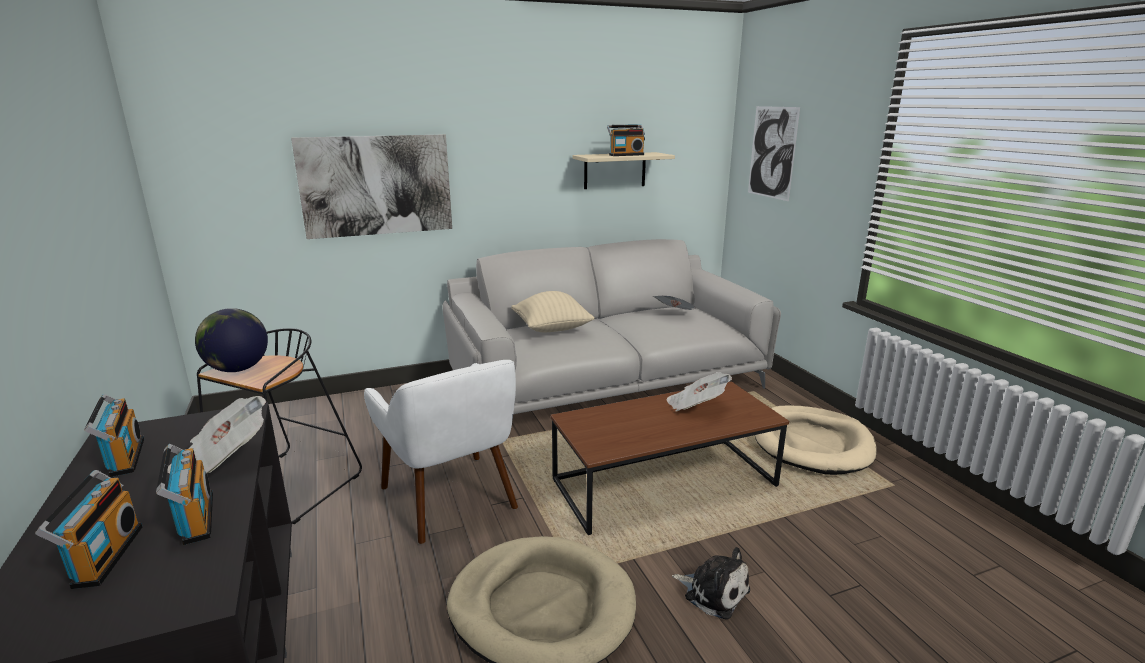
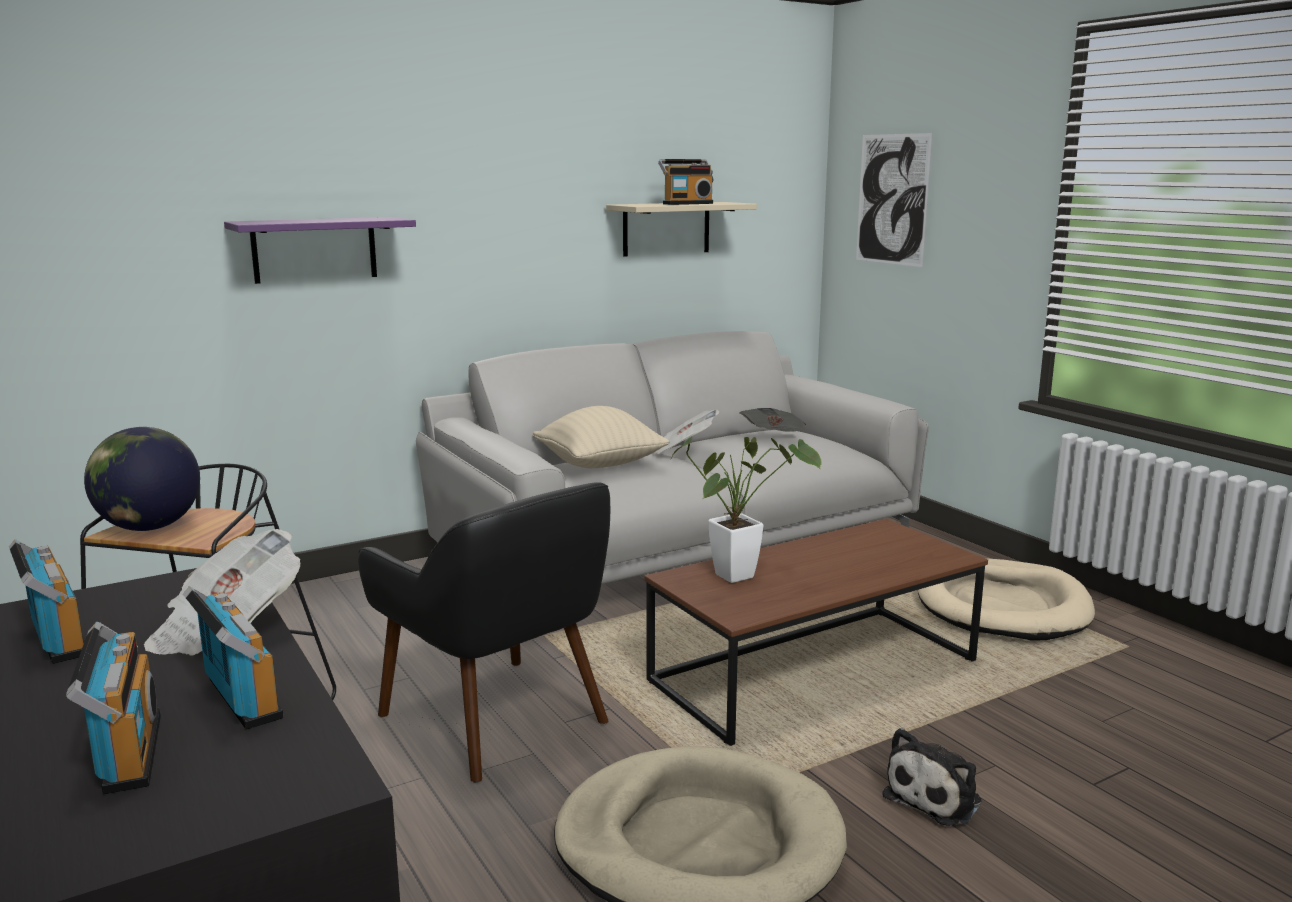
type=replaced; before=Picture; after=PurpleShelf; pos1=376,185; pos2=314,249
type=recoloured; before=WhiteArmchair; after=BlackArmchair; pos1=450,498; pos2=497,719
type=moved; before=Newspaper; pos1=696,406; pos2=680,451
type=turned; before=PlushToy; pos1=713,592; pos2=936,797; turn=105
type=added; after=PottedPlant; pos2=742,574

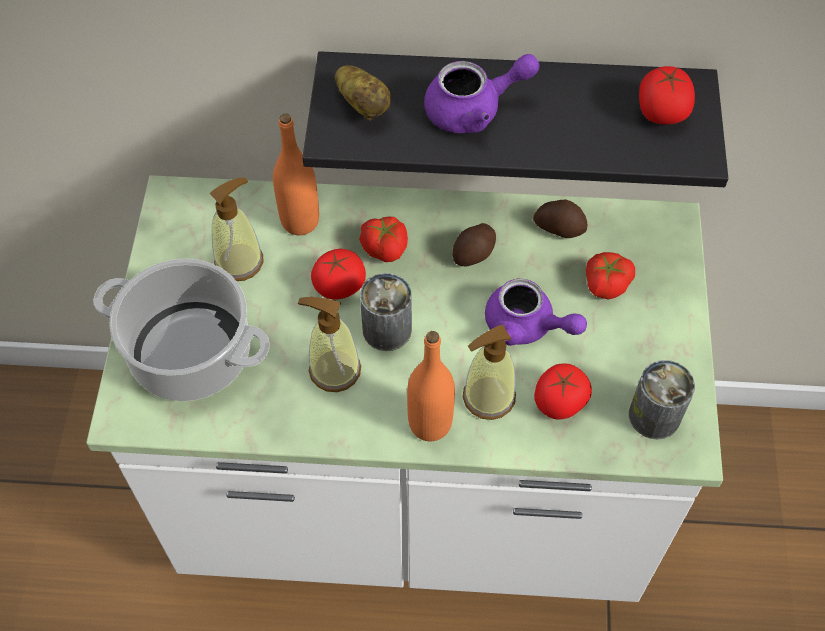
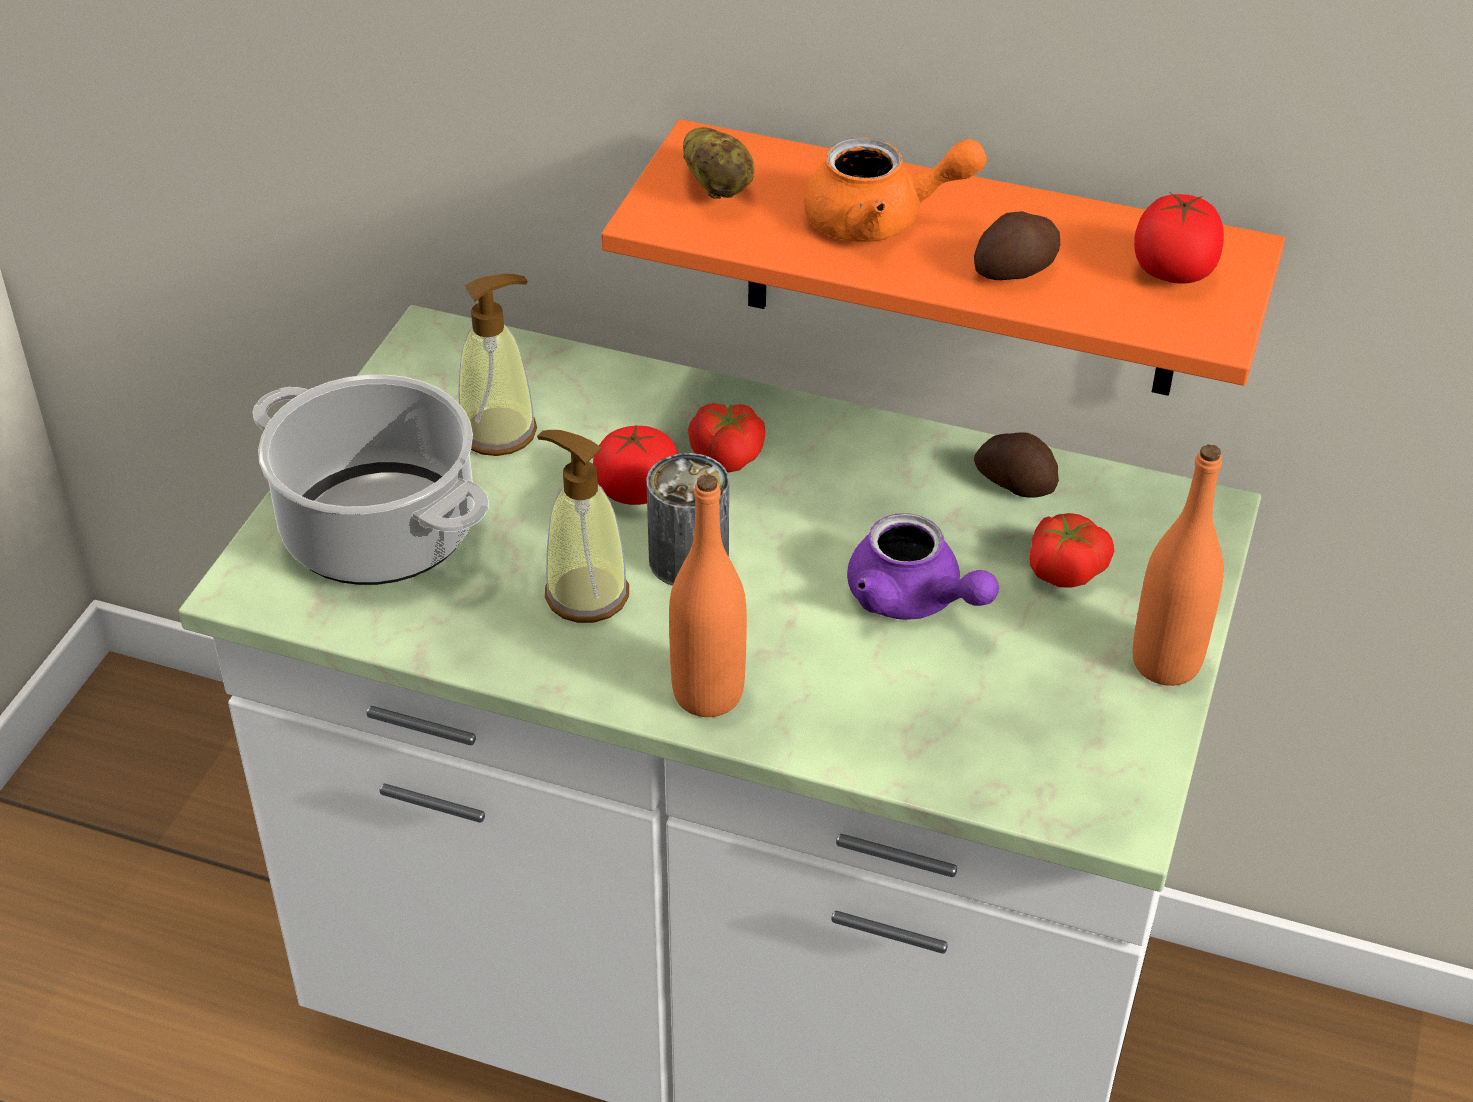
type=recoloured; before=BlackShelf; after=OrangeShelf; pos1=511,106; pos2=963,263
type=recoloured; before=PurpleTeapot; after=OrangeTeapot; pos1=474,110; pos2=881,220
type=moved; before=OrangeBottle; pos1=300,221; pos2=1166,663
type=moved; before=Potato; pos1=475,253; pos2=1017,271
type=removed; before=SoapDispenser; pos1=488,397
type=removed; before=Can; pos1=654,416
type=removed; before=Tomato; pos1=559,402

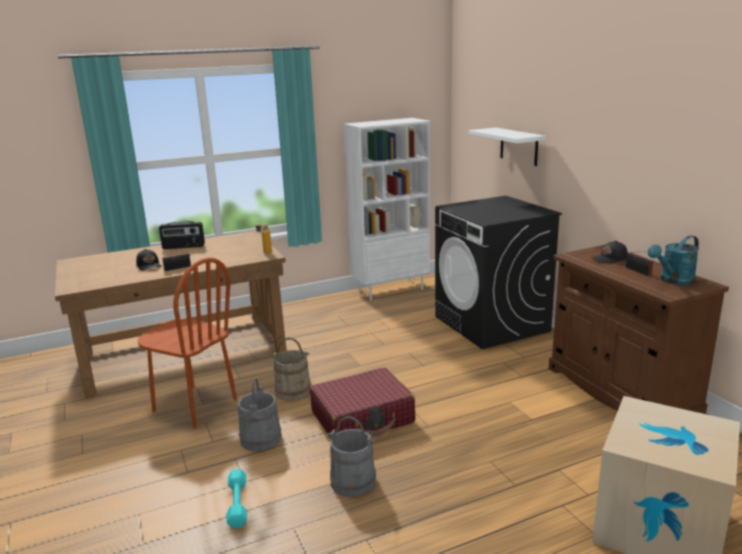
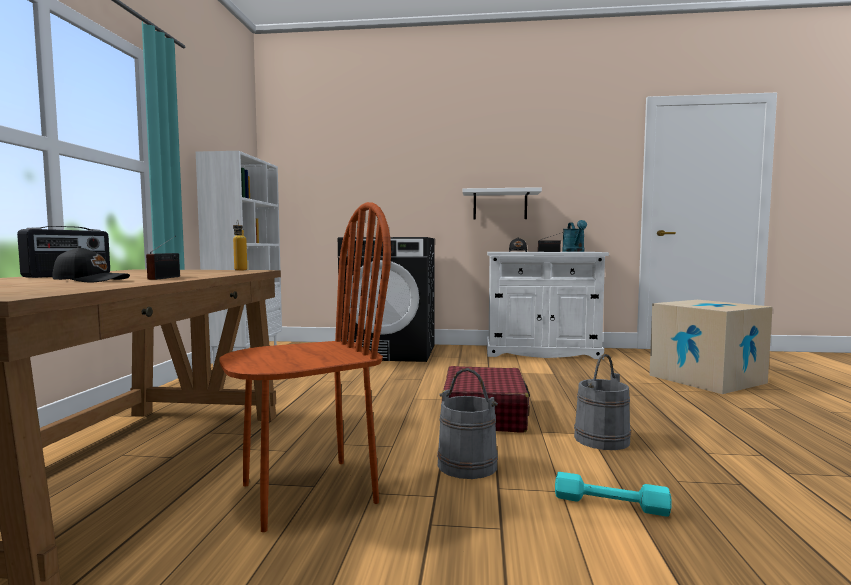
type=moved; before=WhiteShelf; pos1=519,146; pos2=500,205
type=recoloured; before=BrownCabinet; after=WhiteCabinet; pos1=620,391; pos2=541,352
type=removed; before=BeigeBucket; pos1=293,391

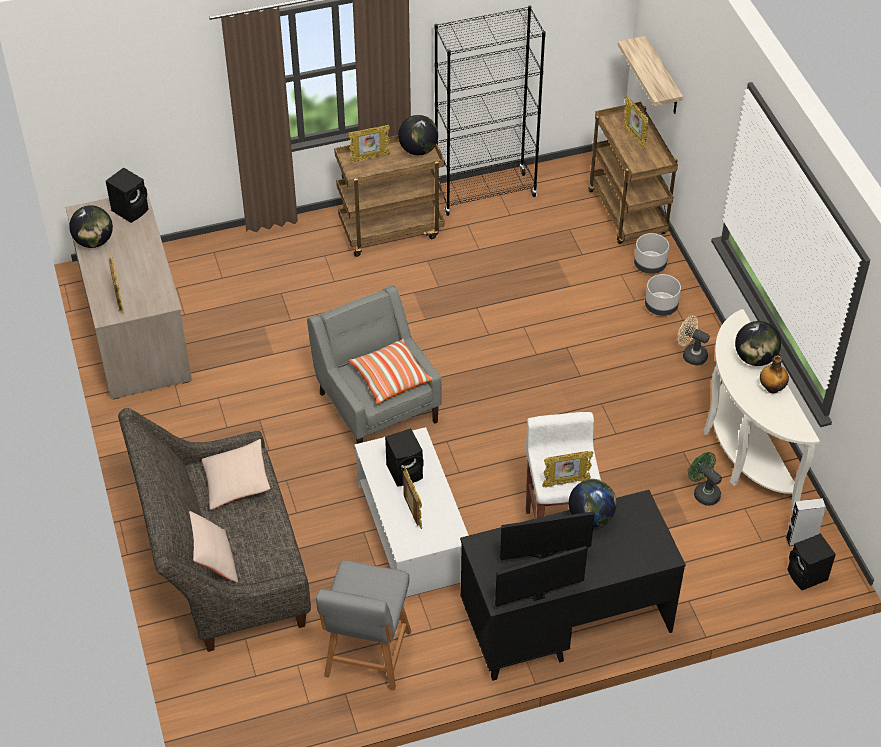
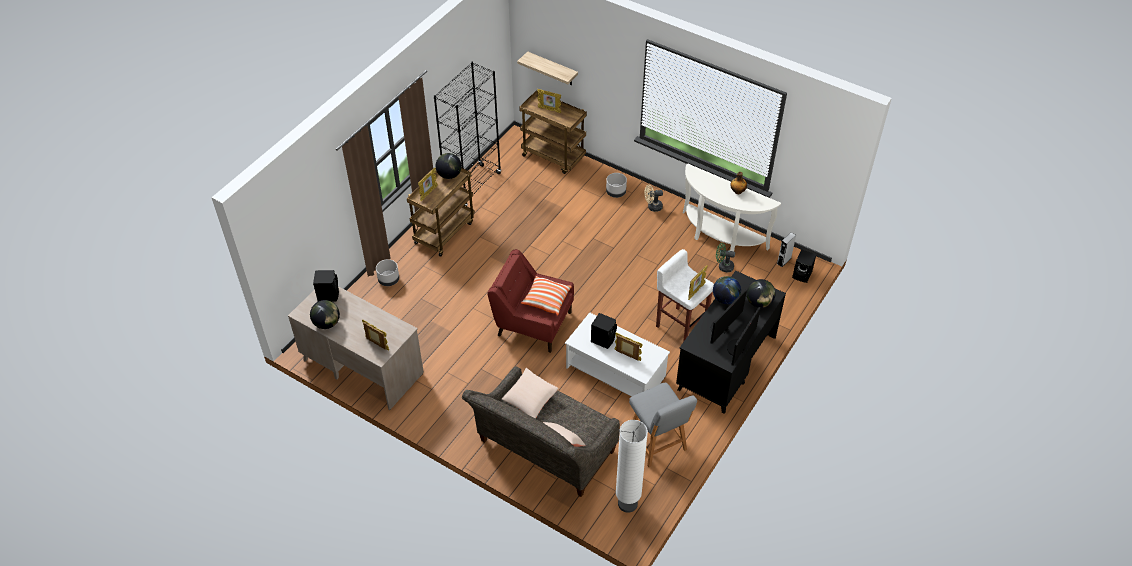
type=moved; before=GreyPlanter; pos1=649,265; pos2=388,280
type=recoloured; before=GreyArmchair; after=RedArmchair; pos1=377,405; pos2=533,323
type=moved; before=Globe; pos1=755,358; pos2=759,302
type=added; after=WhiteFloorLamp; pos2=627,504

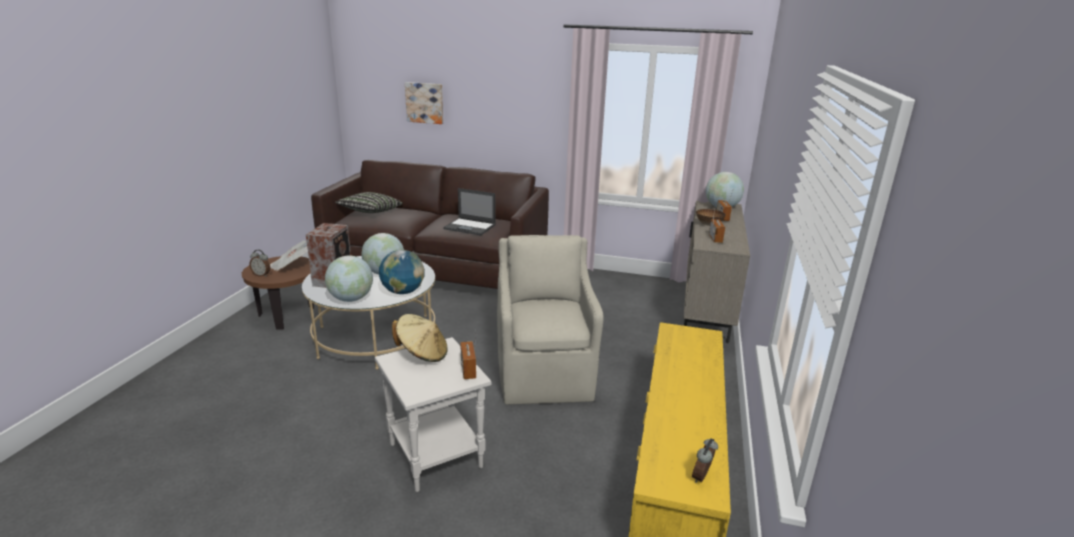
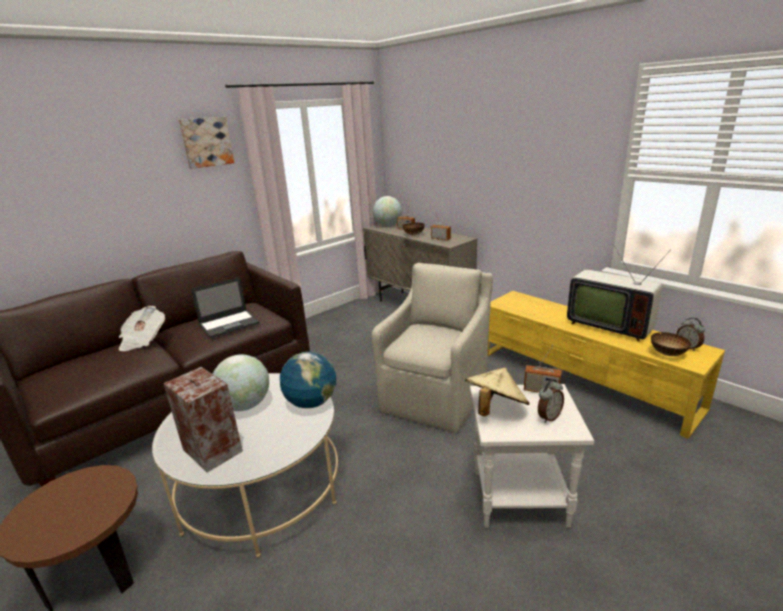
type=moved; before=Picture; pos1=425,102; pos2=206,142
type=removed; before=Pillow; pos1=370,212
type=turned; before=BeigeArmchair; pos1=544,374; pos2=436,396; turn=90
type=moved; before=Newspaper; pos1=291,266; pos2=143,340
type=moved; before=AlarmClock; pos1=262,275; pos2=548,417
type=removed; before=Globe; pos1=351,299
type=added; after=Television; pos2=609,325
type=added; after=Bowl; pos2=668,354

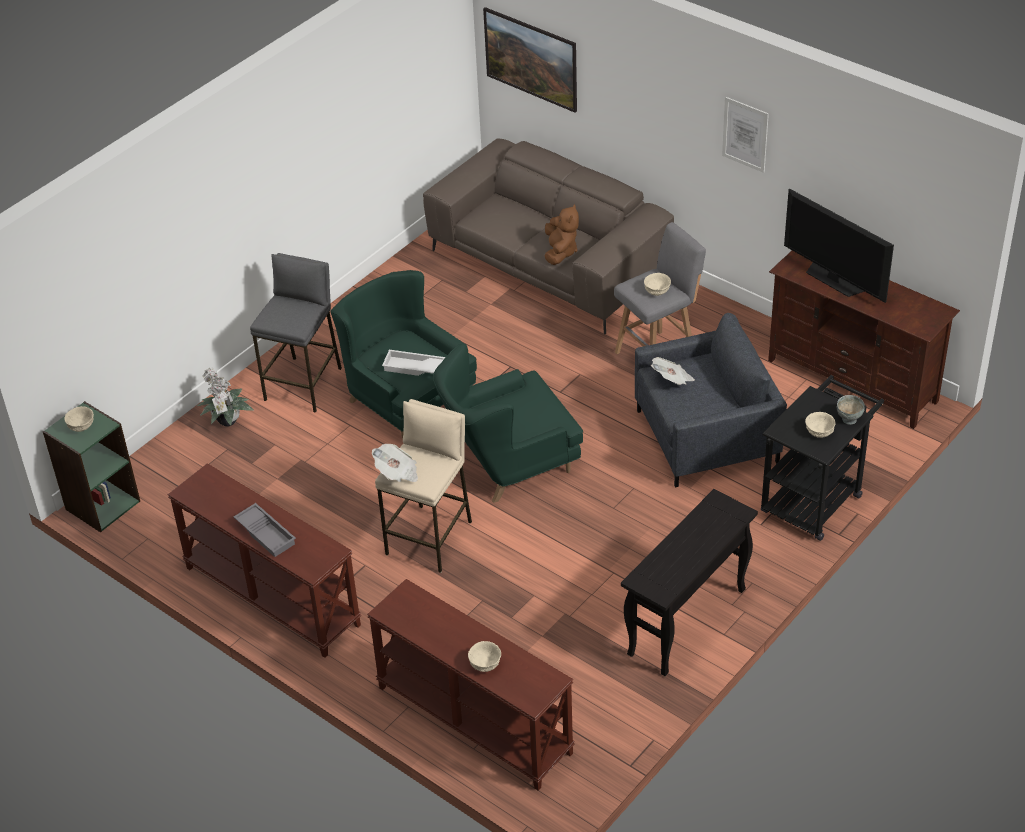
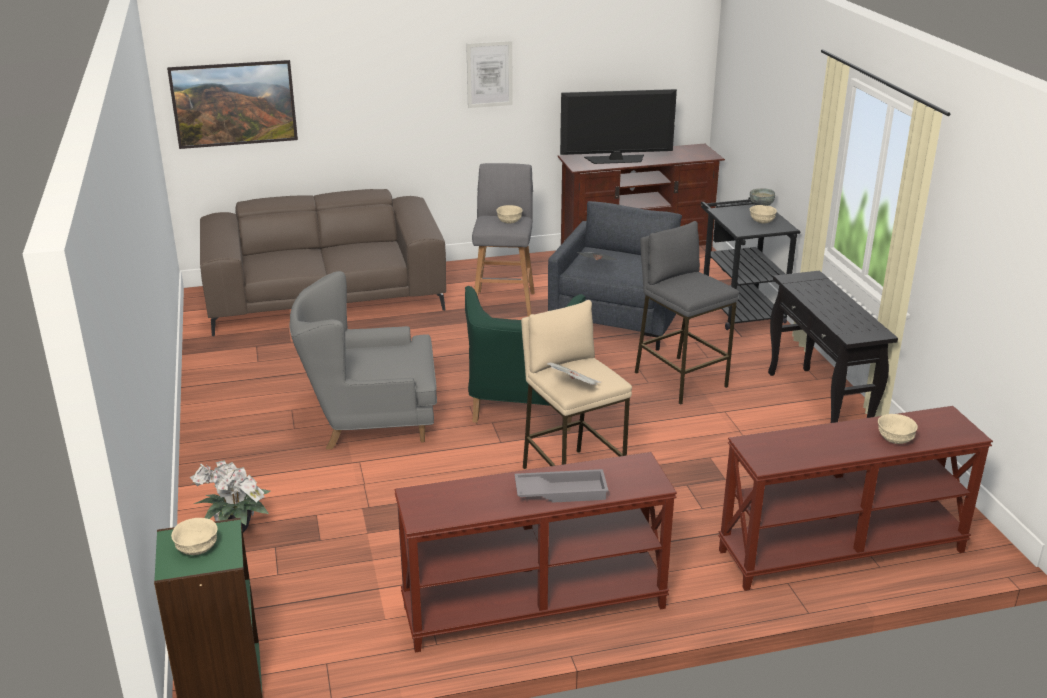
type=removed; before=BrownPlushToy; pos1=560,252
type=moved; before=GreyStool; pos1=304,384; pos2=680,379
type=recoloured; before=GreenArmchair; after=GreyArmchair; pos1=406,397; pos2=371,419
type=removed; before=WhiteTray; pos1=413,368

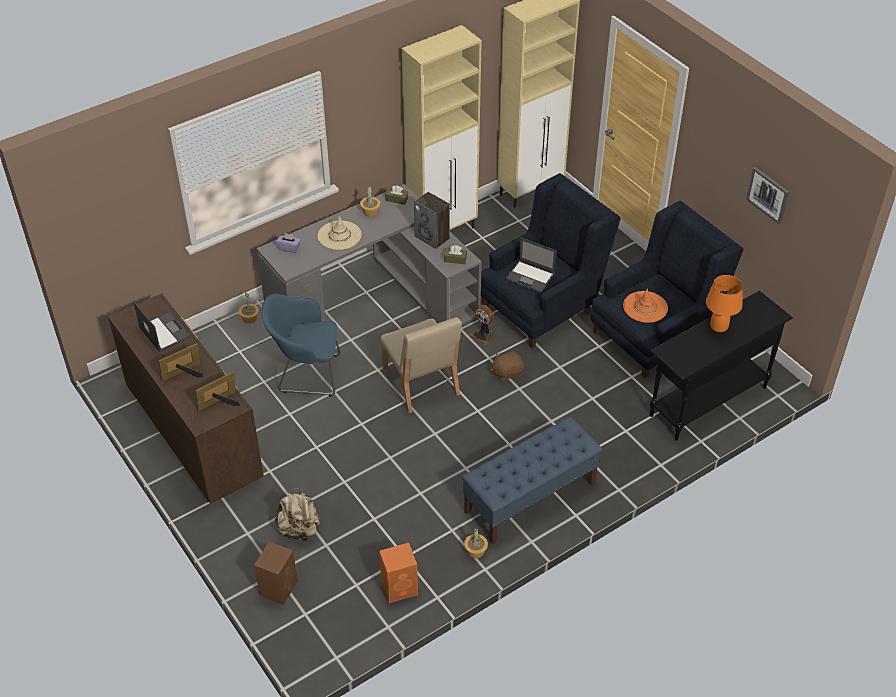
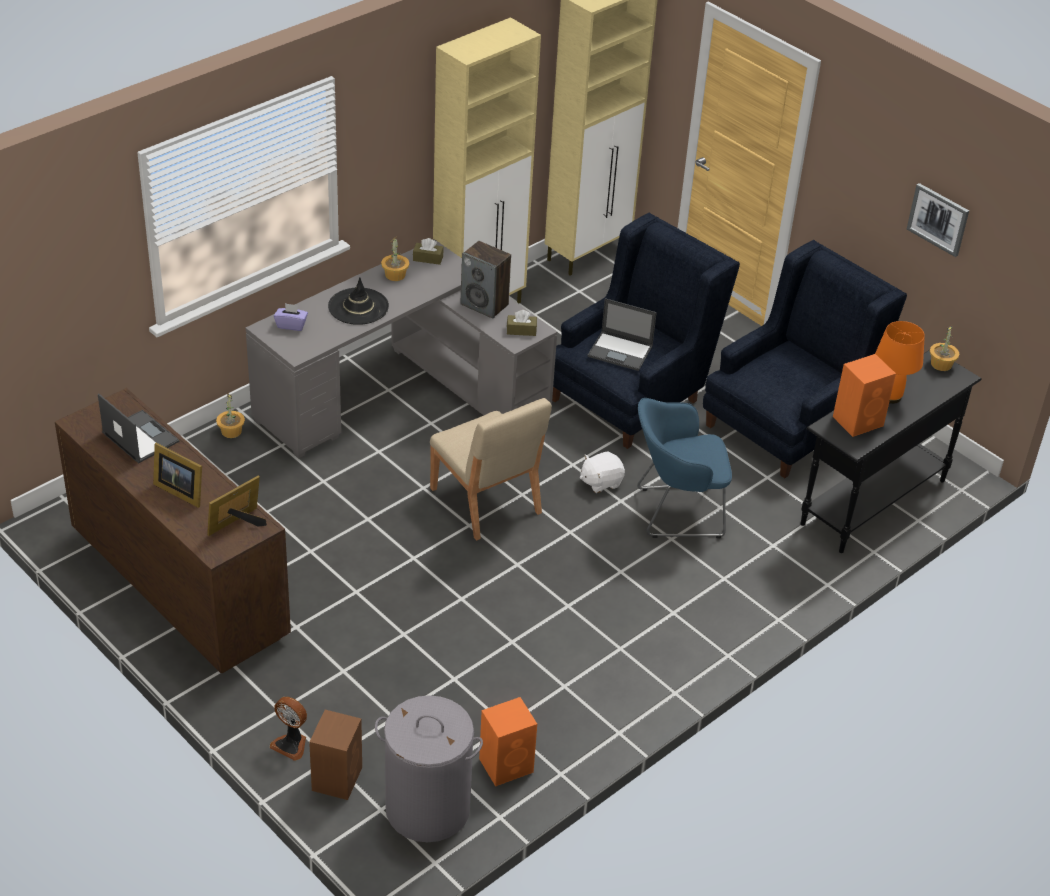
type=recoloured; before=BeigeHat; after=BlackHat; pos1=339,235; pos2=358,306
type=removed; before=OrangeHat; pos1=645,307
type=moved; before=BlueArmchair; pos1=306,374; pos2=675,511
type=moved; before=Fan; pos1=482,335; pos2=291,744
type=turned; before=PictureFrame; pos1=184,375; pos2=180,490; turn=-105
type=recoloured; before=BrownPlushToy; after=WhitePlushToy; pos1=507,373; pos2=601,482
type=removed; before=BlueBench; pos1=529,498
type=removed; before=BeigeBackpack; pos1=299,529
type=moved; before=PottedPlant; pos1=476,551; pos2=941,364
type=added; after=OrangeSpeaker; pos2=859,421
type=added; after=GreyLaundryBasket; pos2=427,809

